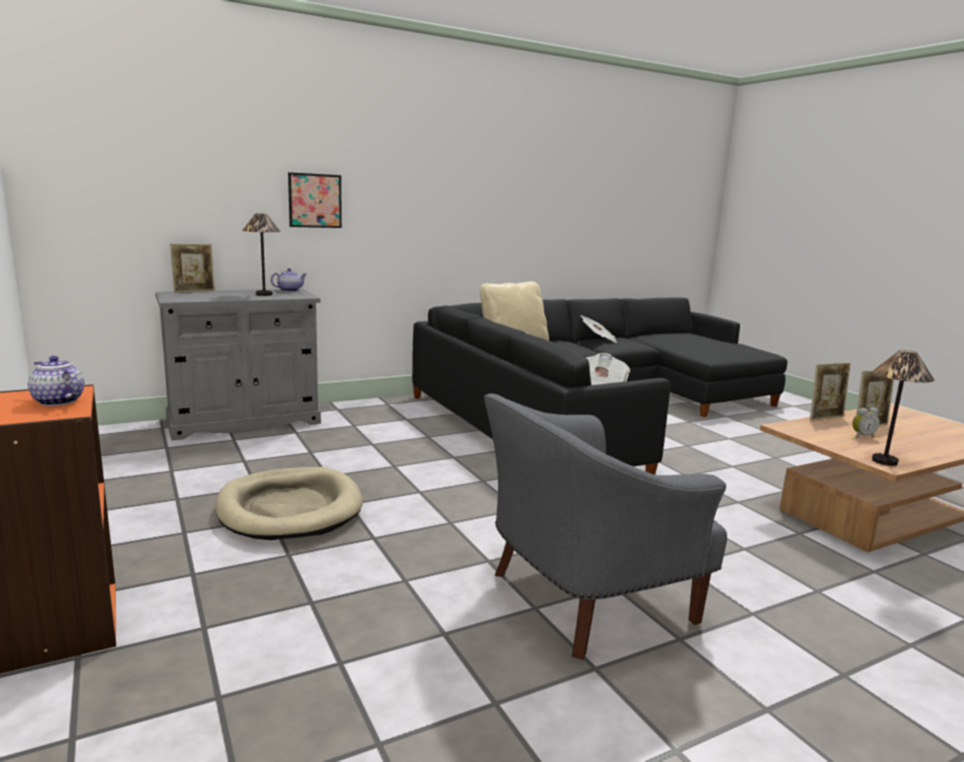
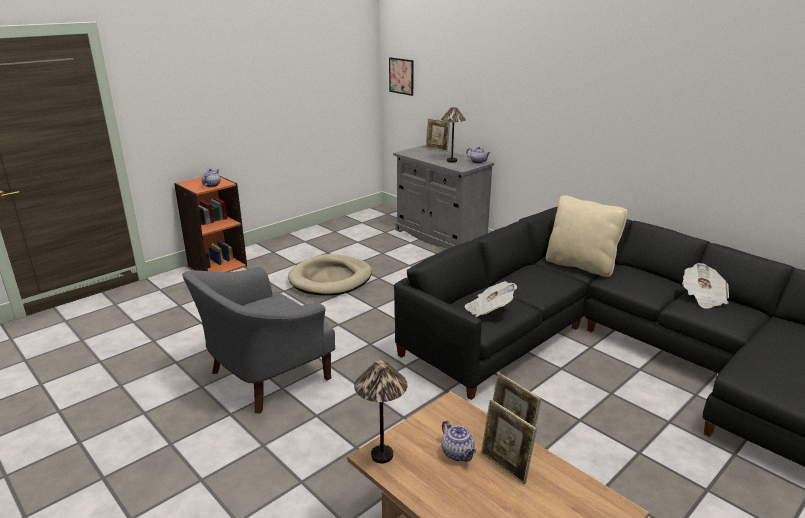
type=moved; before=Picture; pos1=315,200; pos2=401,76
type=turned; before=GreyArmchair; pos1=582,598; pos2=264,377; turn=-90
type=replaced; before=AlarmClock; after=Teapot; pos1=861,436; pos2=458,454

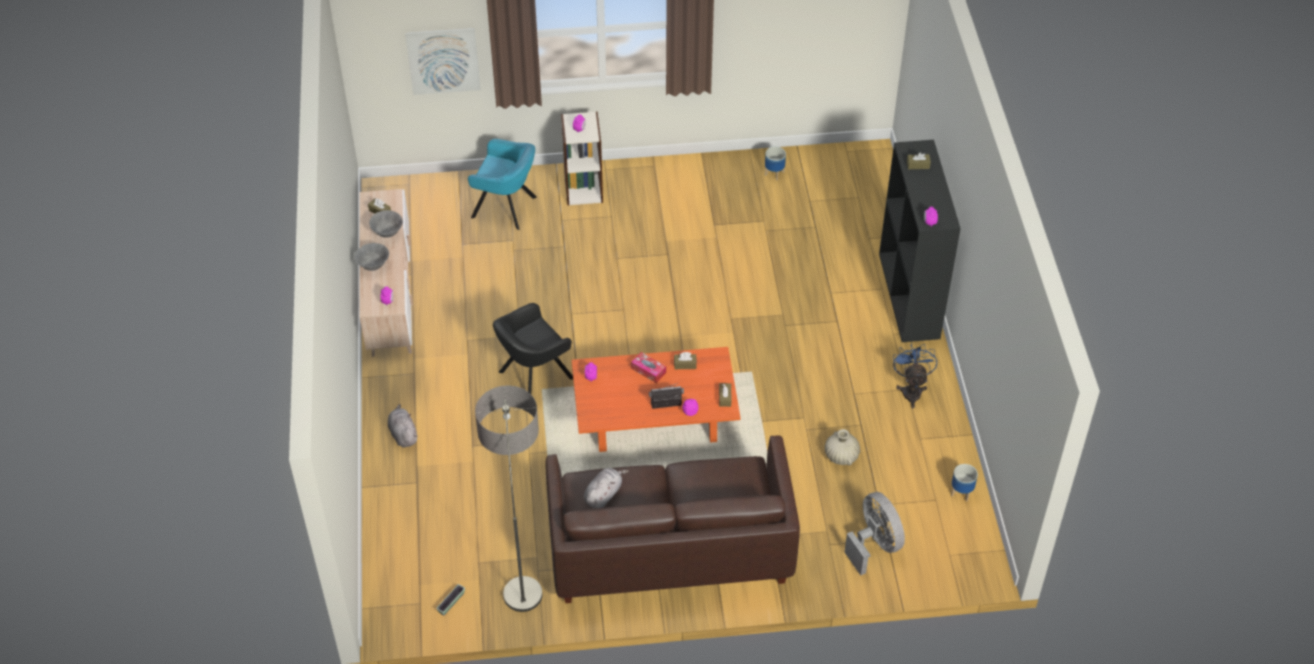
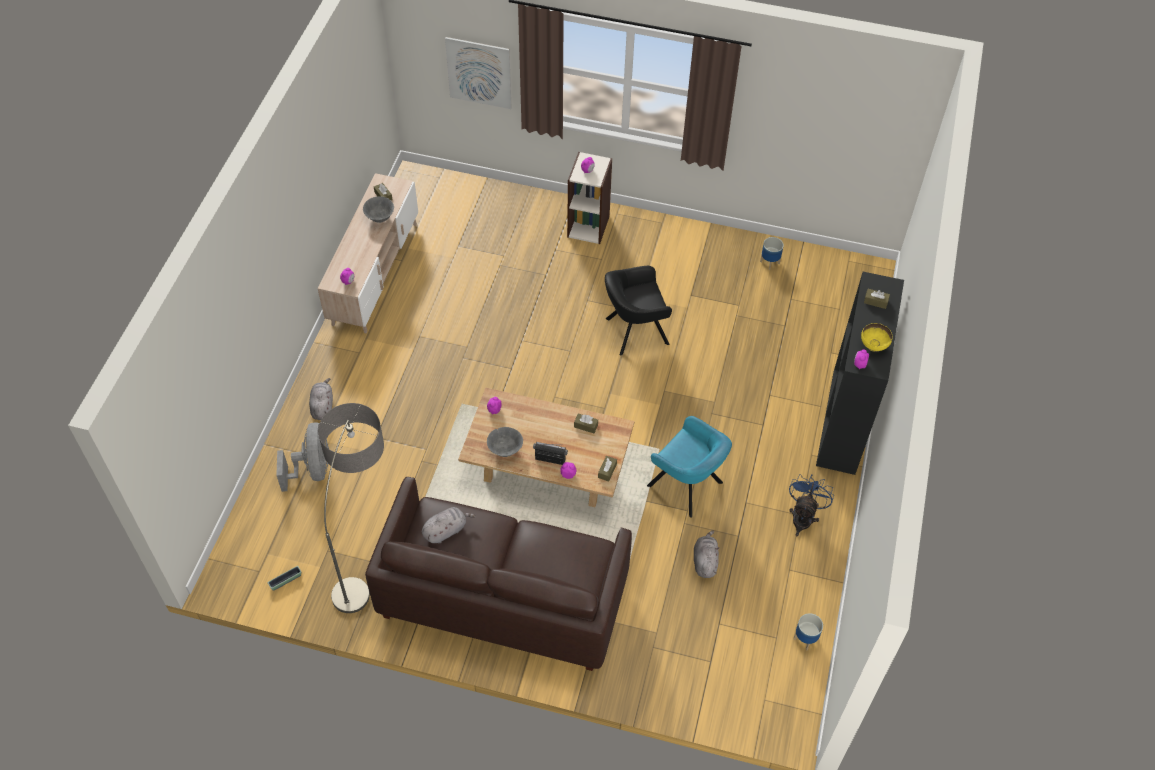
type=moved; before=TurquoiseArmchair; pos1=507,208; pos2=687,486
type=moved; before=GreyBowl; pos1=373,266; pos2=505,450
type=moved; before=BlackArmchair; pos1=533,376; pos2=634,331
type=recoloured; before=OrangeCoffeeTable; after=BeigeCoffeeTable; pos1=654,422; pos2=547,468
type=removed; before=TissueBox; pos1=648,370
type=replaced; before=BeigeVase; after=GreyPlushToy; pos1=841,456; pos2=705,561
type=moved; before=GreyFan; pos1=874,545; pos2=312,469
type=added; after=YellowBowl; pos2=873,346

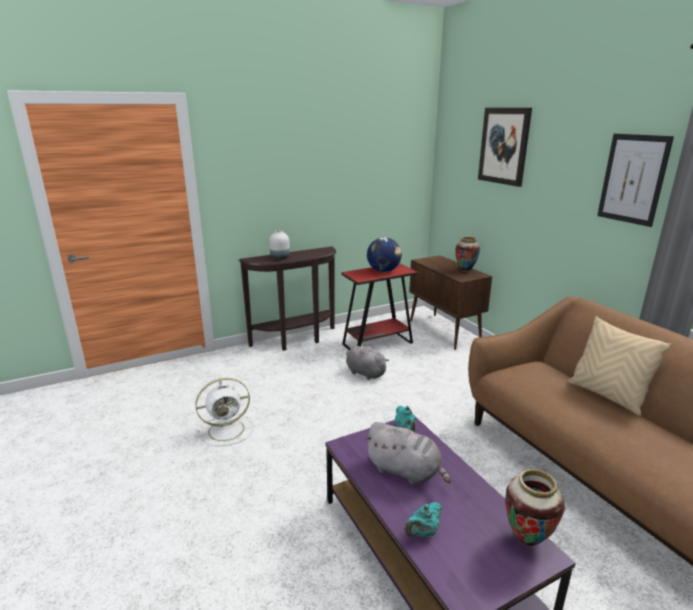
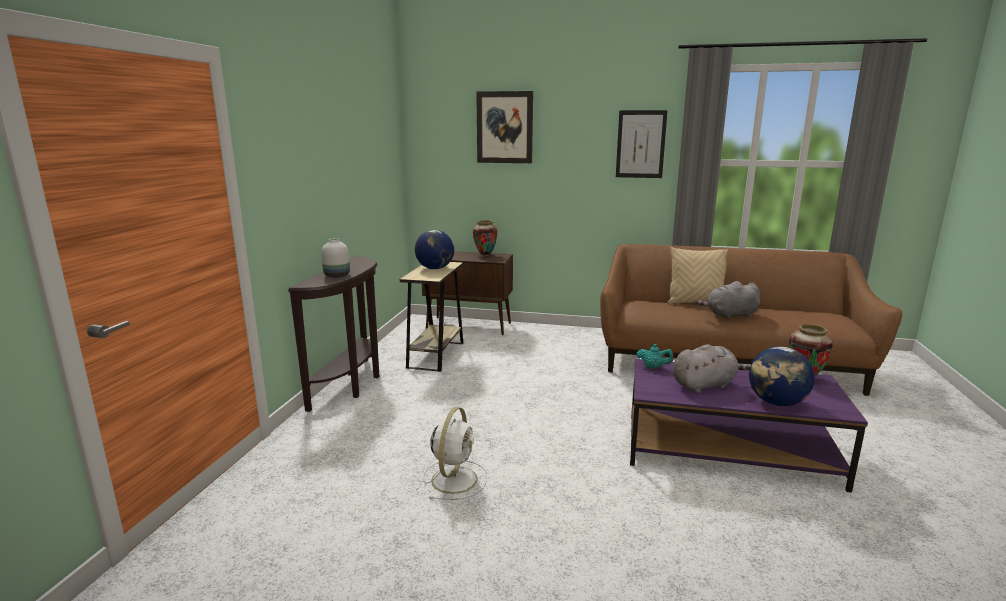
type=recoloured; before=RedSideTable; after=BeigeSideTable; pos1=377,344; pos2=436,355
type=moved; before=GreyPlushToy; pos1=364,373; pos2=729,315
type=replaced; before=TurquoiseTeapot; after=Globe; pos1=423,532; pos2=776,403

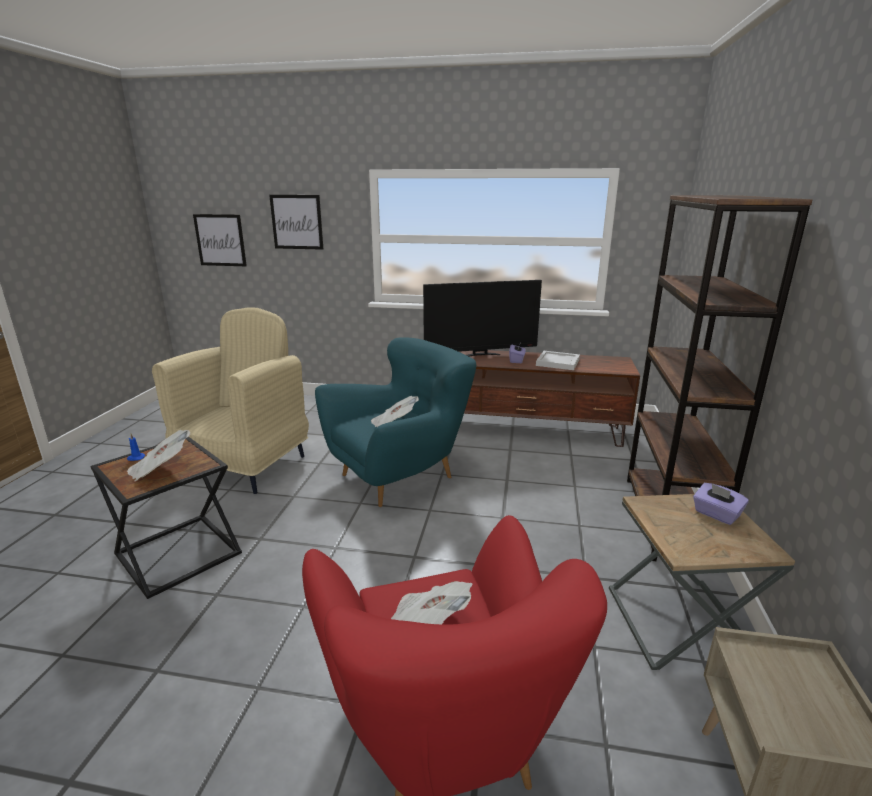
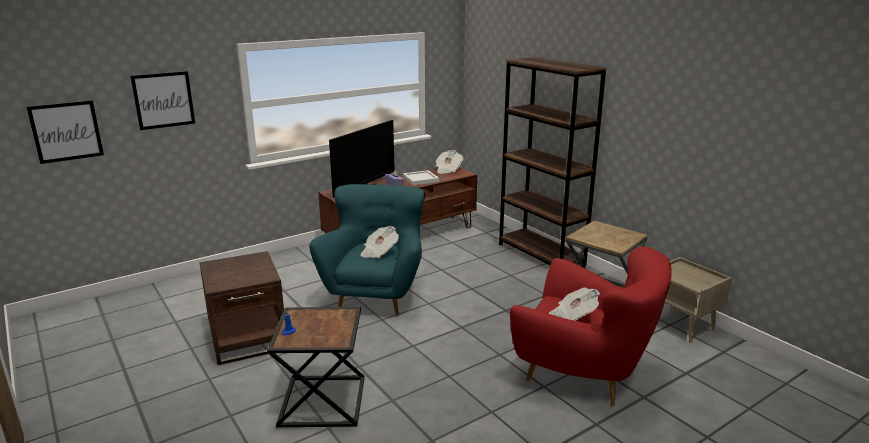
type=replaced; before=BeigeArmchair; after=BrownSideTable; pos1=246,465; pos2=248,339
type=moved; before=Newspaper; pos1=160,469; pos2=448,170
type=removed; before=PurpleTissueBox; pos1=716,514

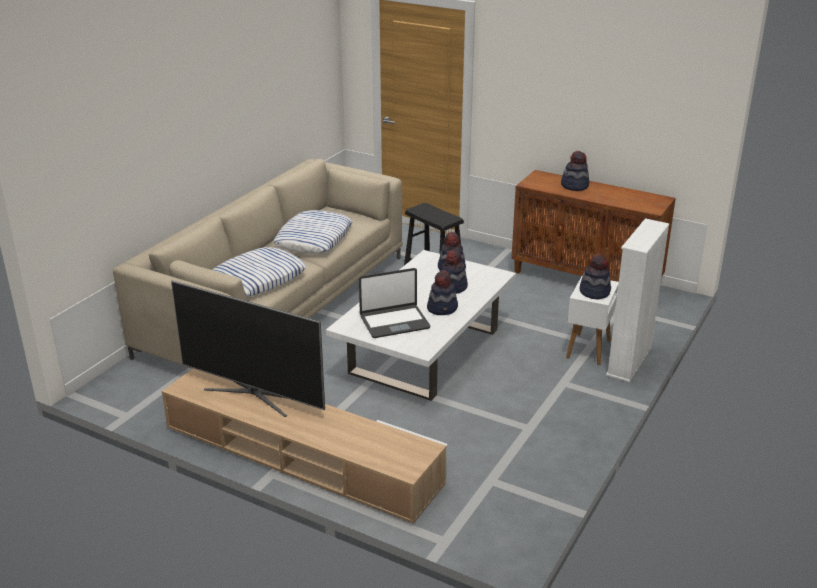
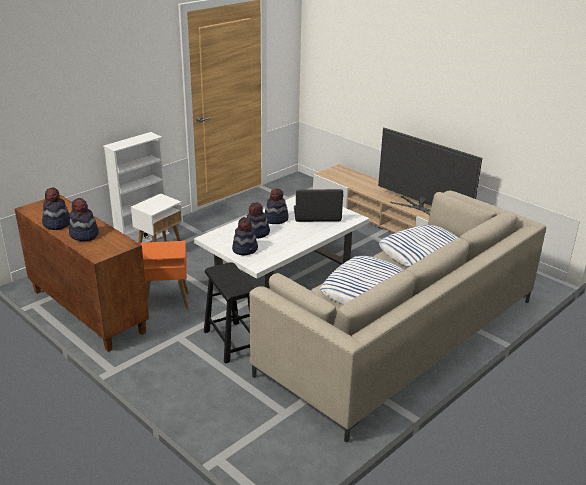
type=moved; before=Hat; pos1=594,292; pos2=56,223
type=added; after=OrangeSideTable; pos2=166,301

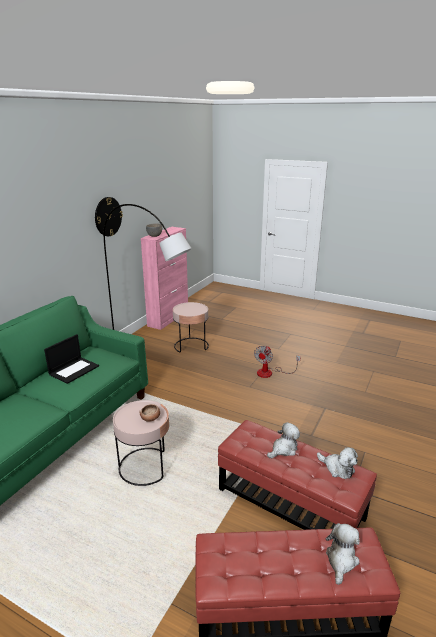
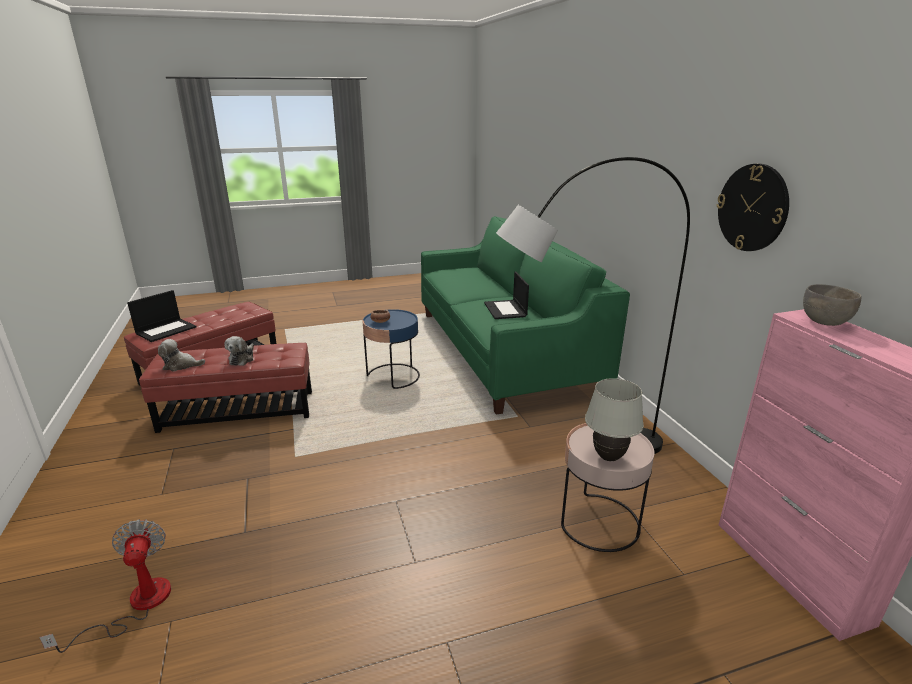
type=moved; before=Fan; pos1=270,373; pos2=136,605
type=recoloured; before=PinkSideTable; after=BlueSideTable; pos1=145,466; pos2=393,376
type=replaced; before=PlushToy; after=Laptop; pos1=341,560; pos2=166,330
type=added; after=WhiteTableLamp; pos2=608,457

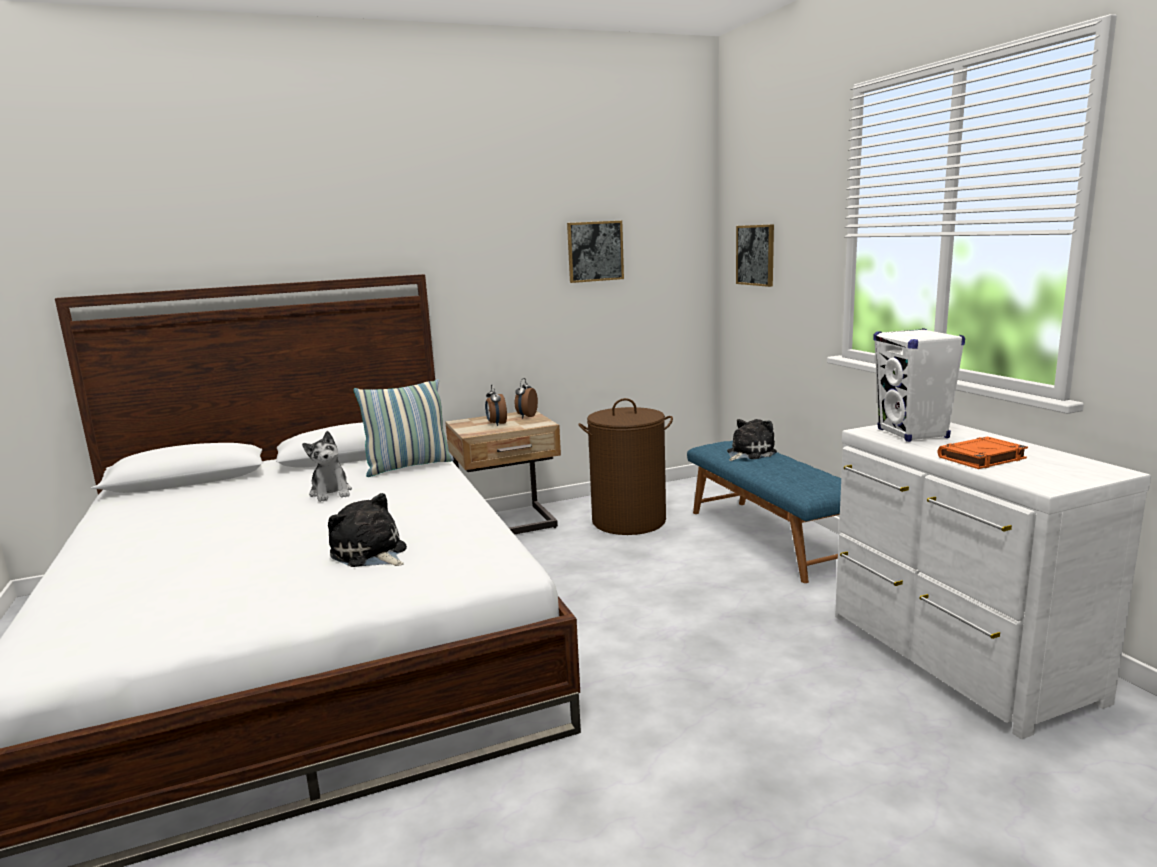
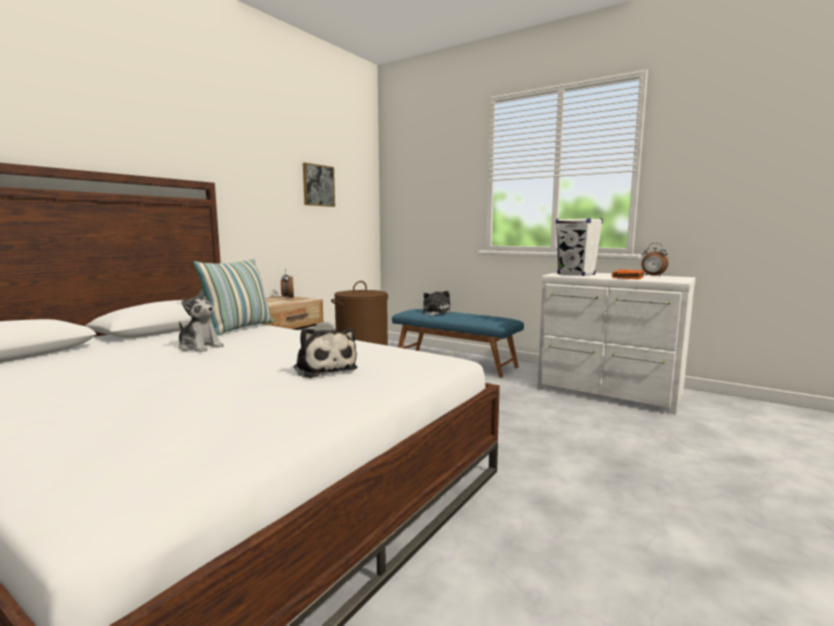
type=removed; before=Picture; pos1=755,255
type=moved; before=AlarmClock; pos1=496,424; pos2=652,275
type=turned; before=PlushToy; pos1=370,554; pos2=324,369; turn=-135

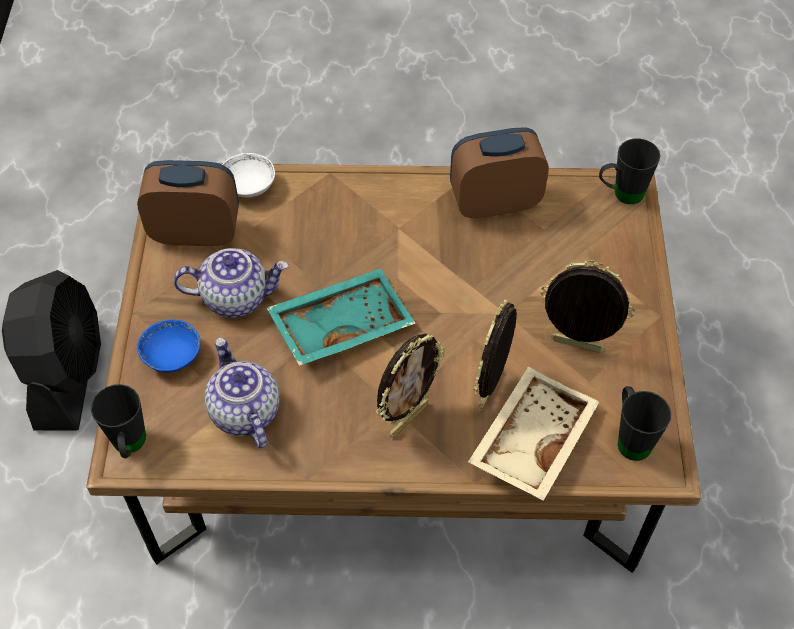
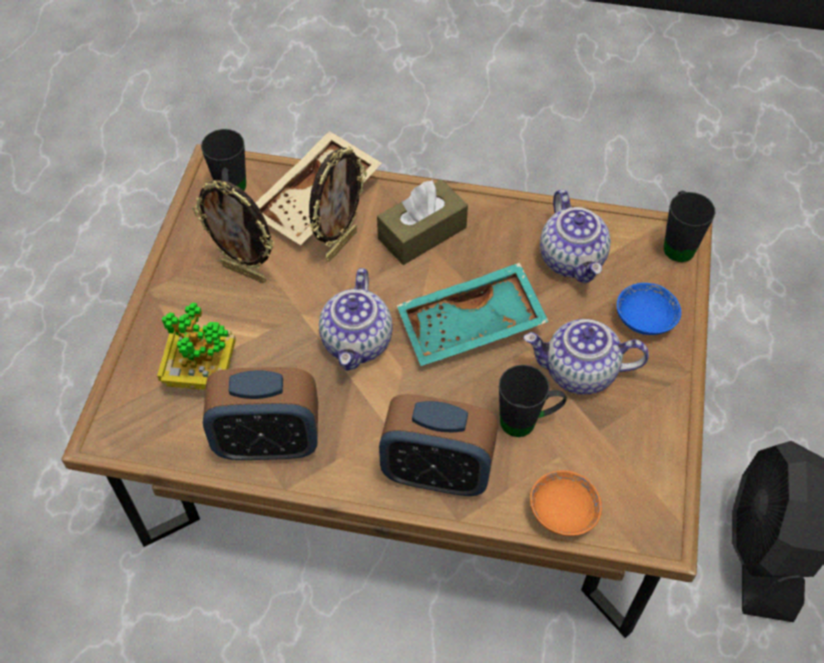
type=moved; before=BlackMug; pos1=621,194; pos2=527,422
type=recoloured; before=WhiteBowl; after=OrangeBowl; pos1=248,186; pos2=562,512
type=moved; before=AlarmClock; pos1=196,232; pos2=437,472
type=replaced; before=PictureFrame; after=BrownTissueBox; pos1=408,419; pos2=422,233
type=added; after=Teapot; pos2=358,342
type=added; after=PottedPlant; pos2=201,372

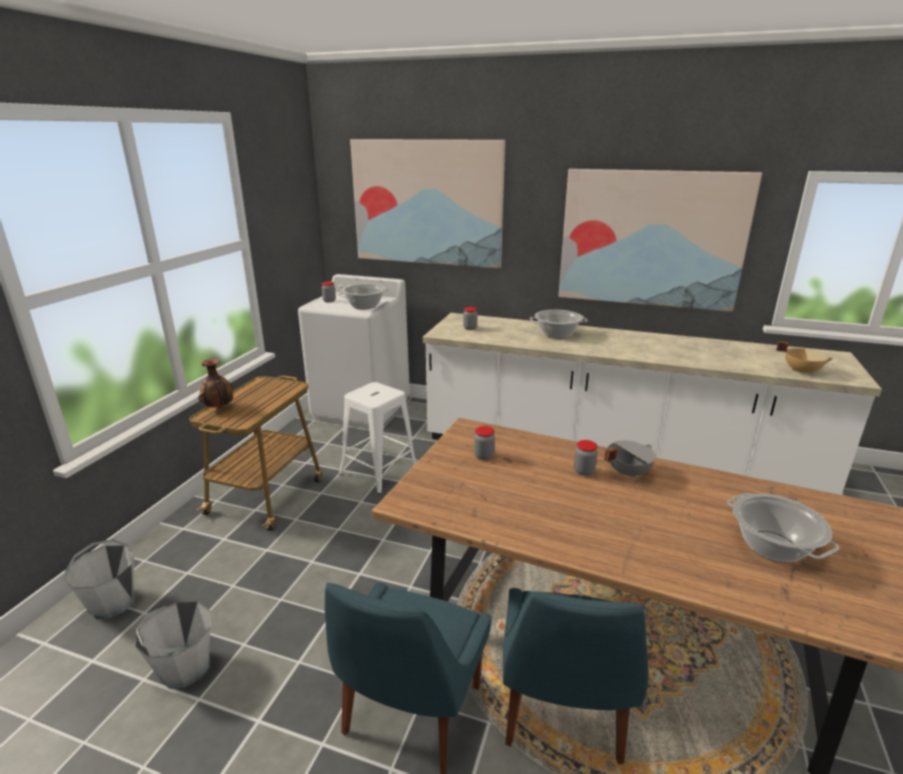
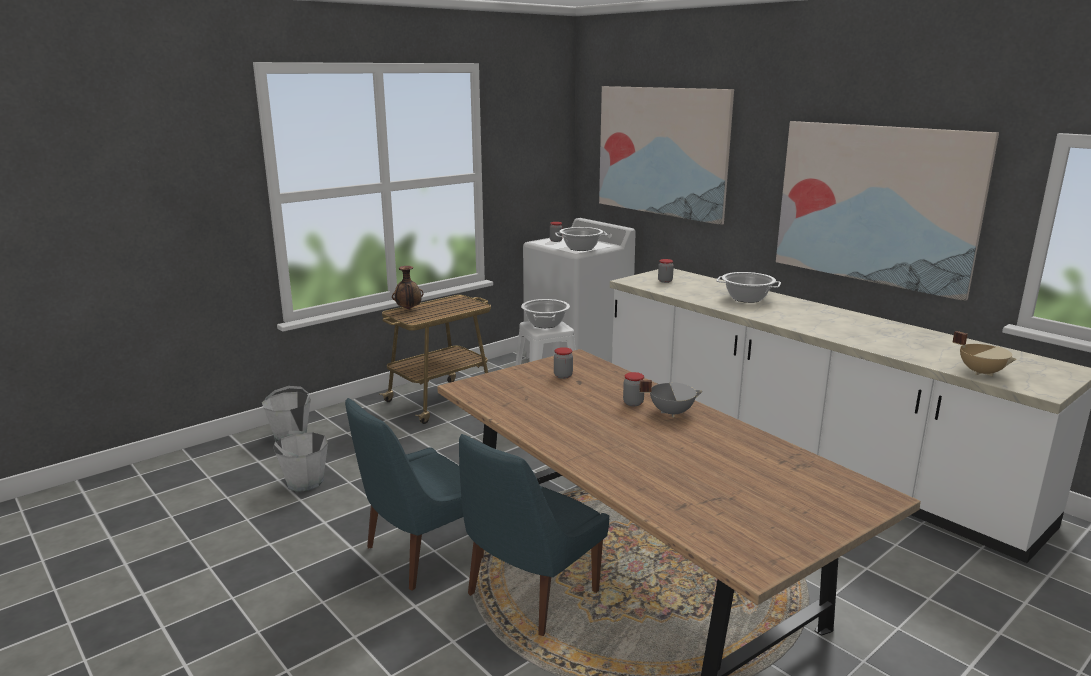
type=moved; before=CookingPot; pos1=773,547; pos2=545,324

